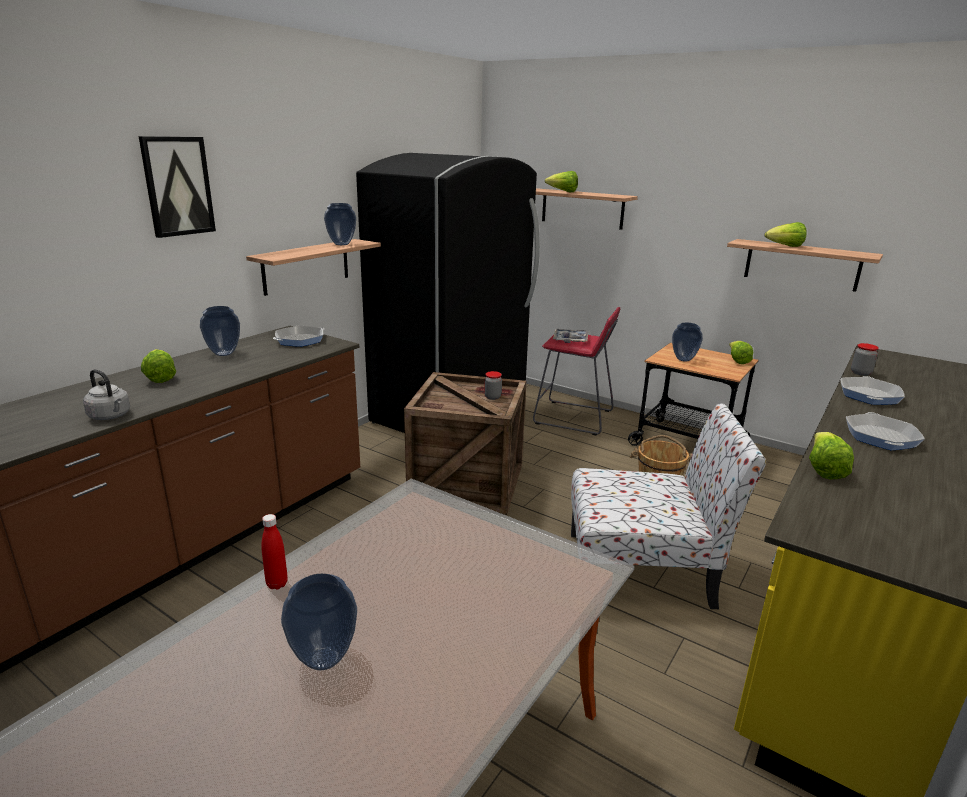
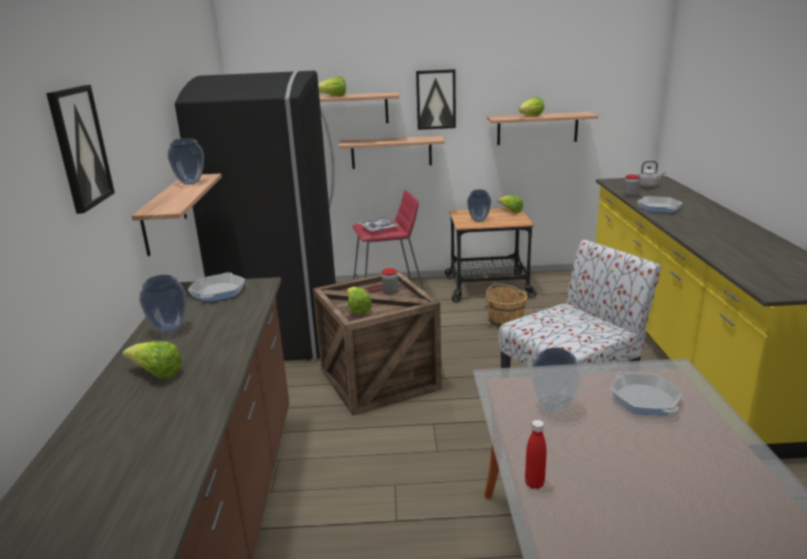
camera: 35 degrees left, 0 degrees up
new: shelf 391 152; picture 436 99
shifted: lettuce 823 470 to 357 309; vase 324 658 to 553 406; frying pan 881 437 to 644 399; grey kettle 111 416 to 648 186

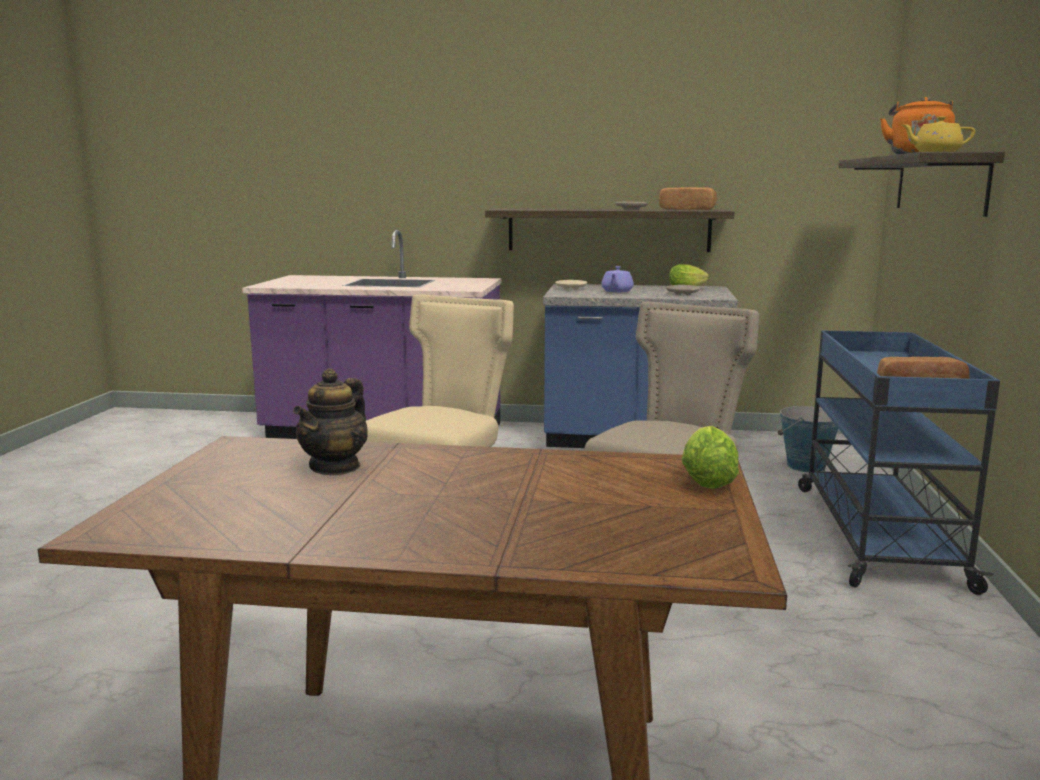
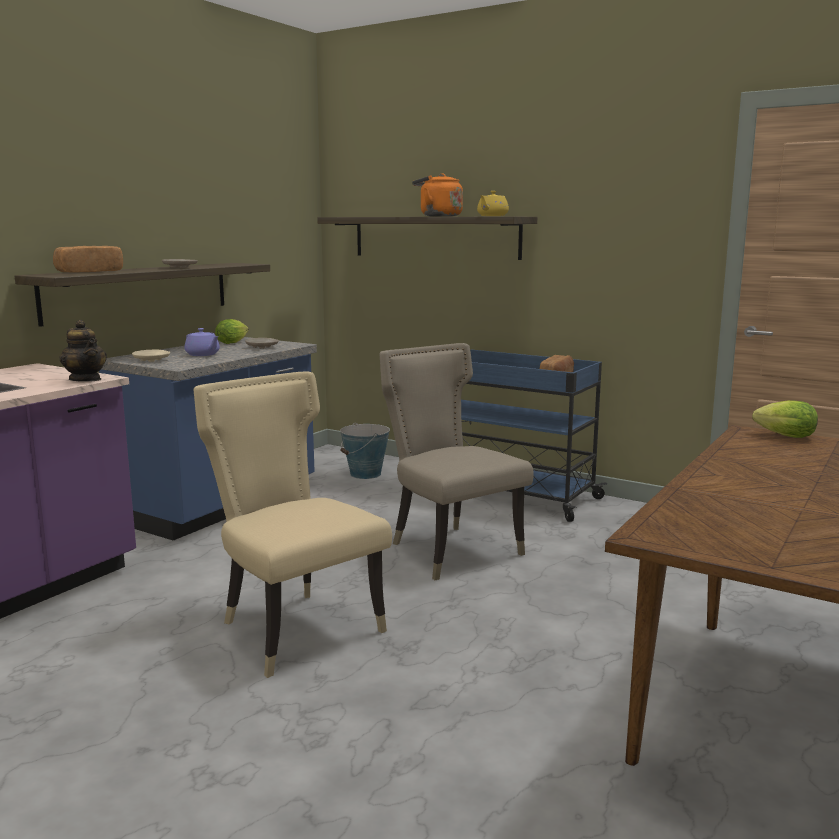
camera: 65 degrees left, 0 degrees up
shifted: bread 687 209 to 89 272; teapot 335 467 to 85 380

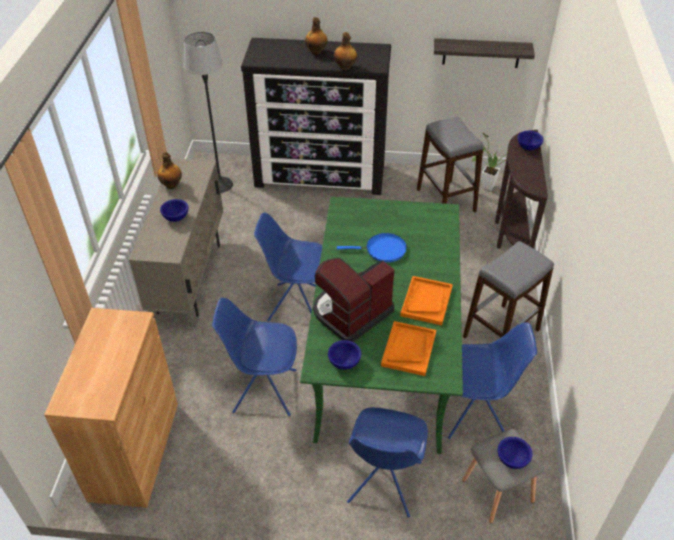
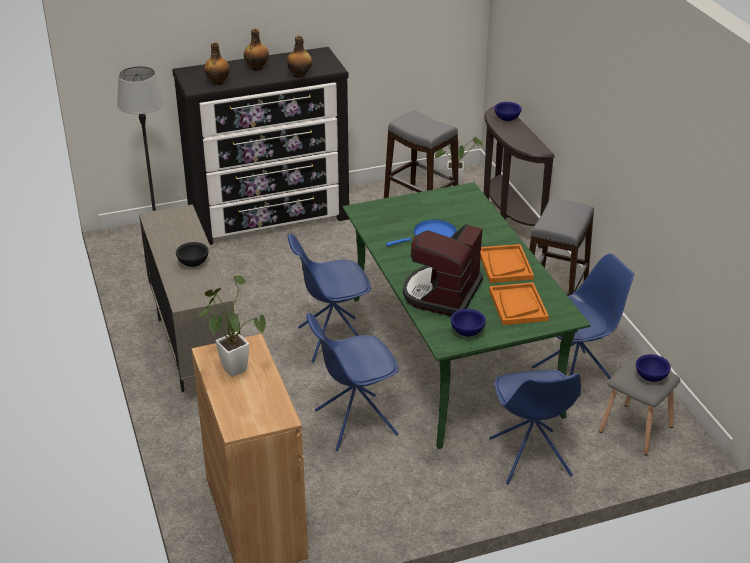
camera: 25 degrees left, 10 degrees down
gone: shelf 481 53
new: potted plant 232 367
shifted: bottle 172 185 to 218 82
repainted: blue bowl 176 218 to black bowl 193 264

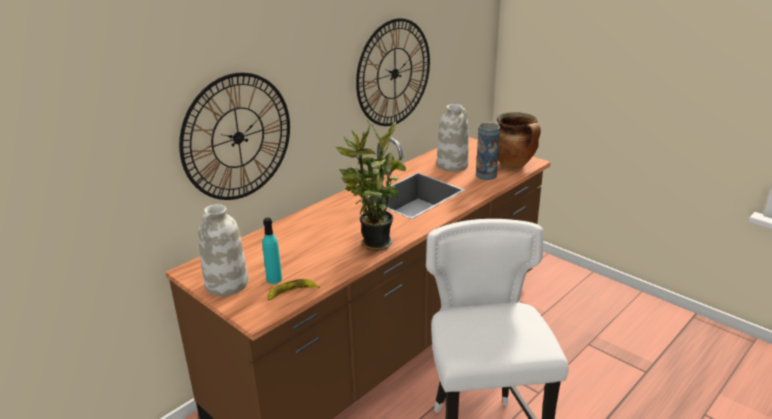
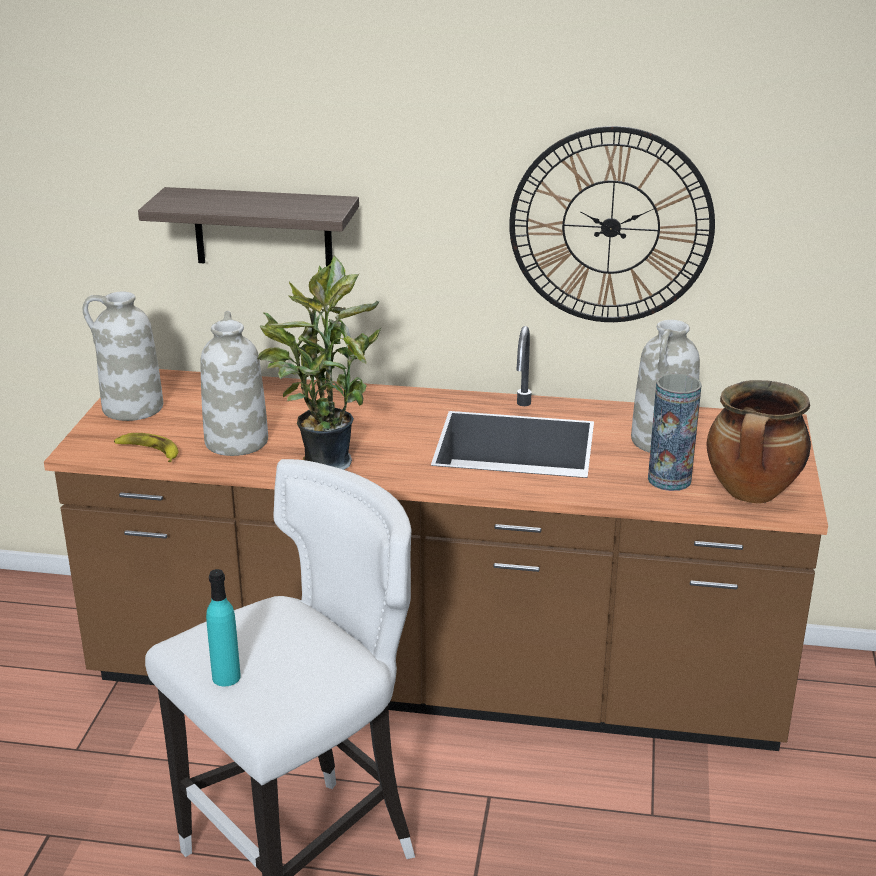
camera: 55 degrees right, 0 degrees up
new: white vase 235 441
shifted: turquoise bottle 274 279 to 226 677
swapped: wall clock 238 137 to shelf 263 229

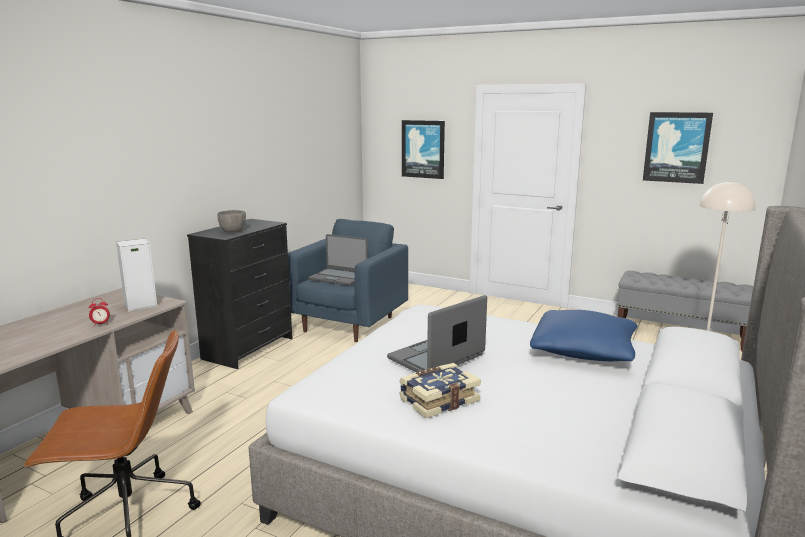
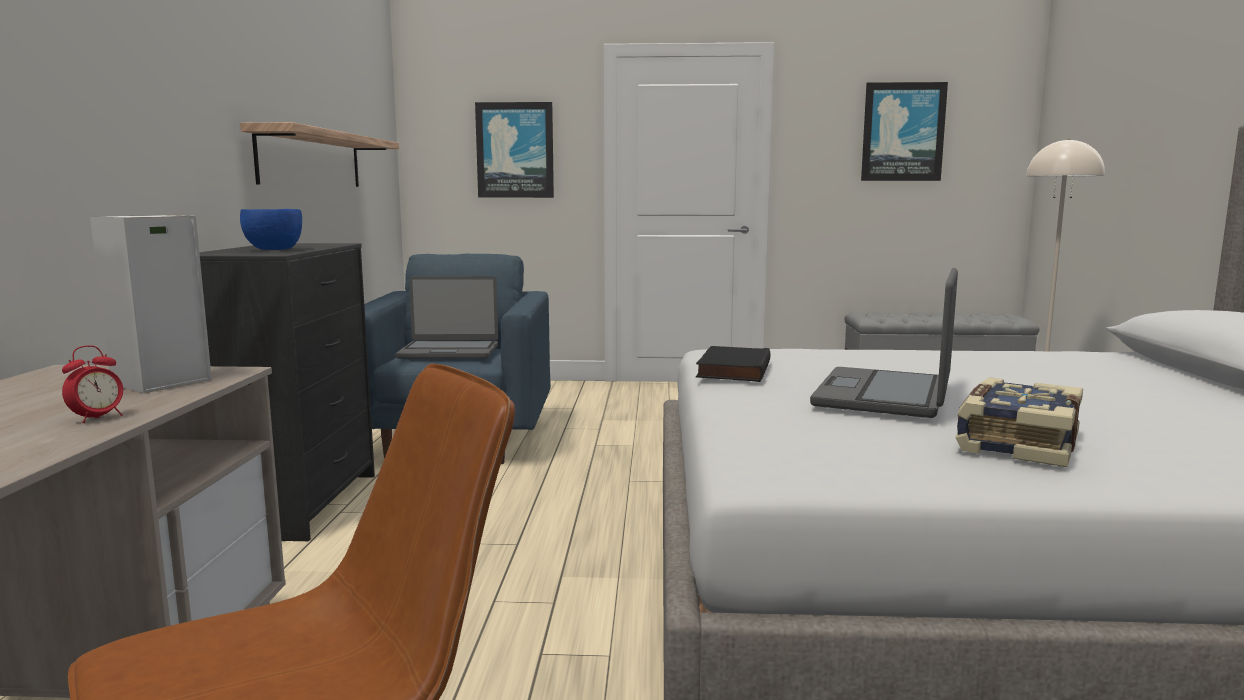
camera: 25 degrees left, 5 degrees down
gone: blue pillow 583 351
new: shelf 312 160; black book 731 369
repainted: grey bowl 232 231 to blue bowl 274 250

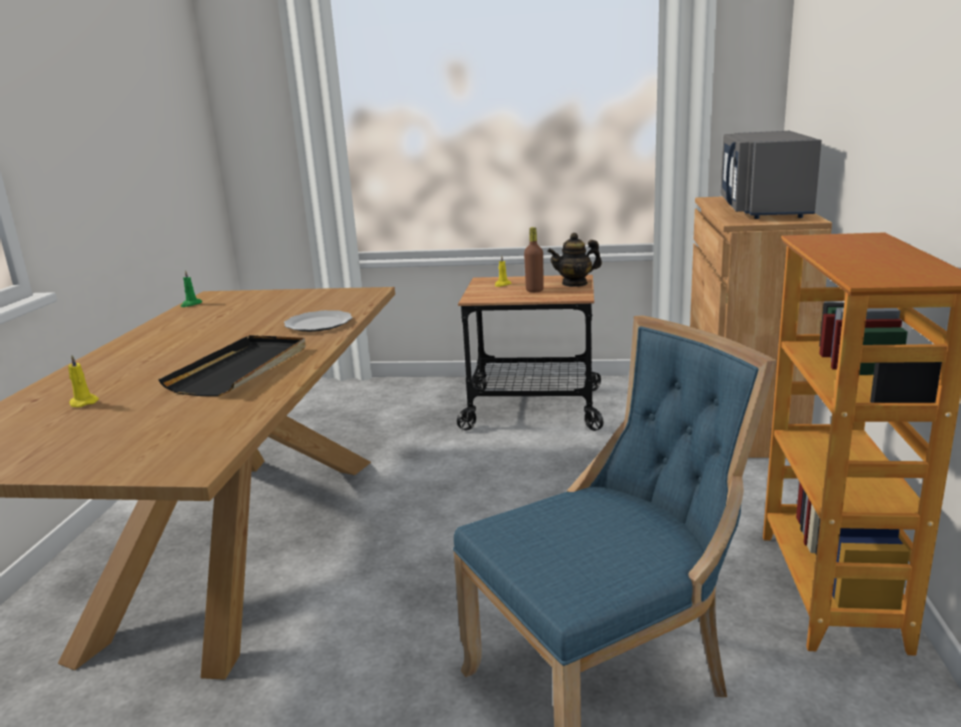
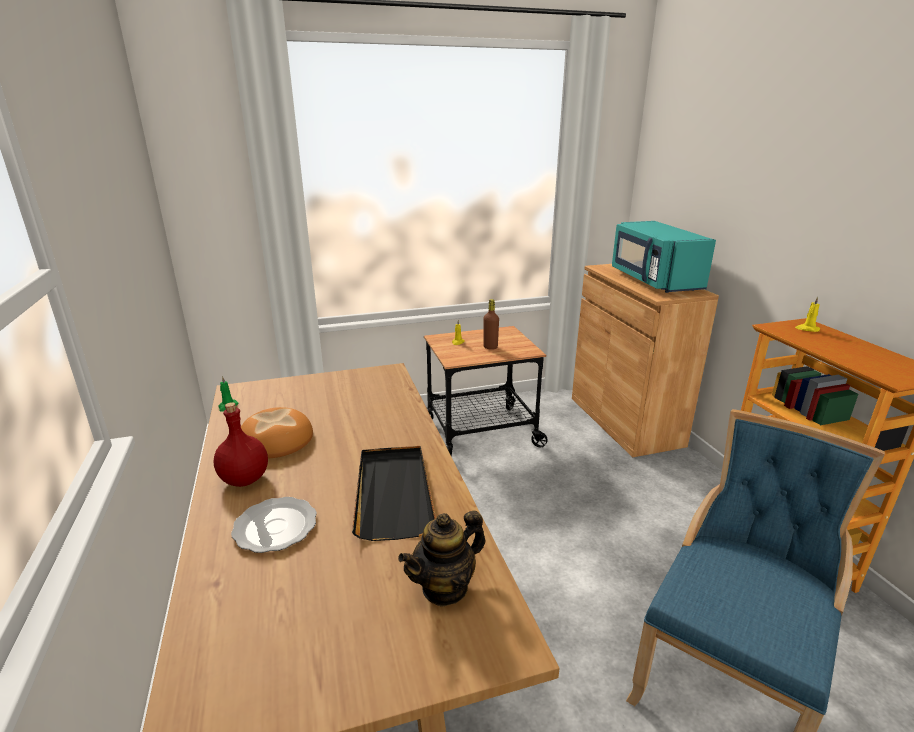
camera: 25 degrees left, 5 degrees up
new: red bottle 244 479; bread 275 439
shifted: plate 318 324 to 275 528; teapot 575 283 to 445 587; yellow candle 83 402 to 807 329
repainted: grey microwave 762 209 to turquoise microwave 653 280

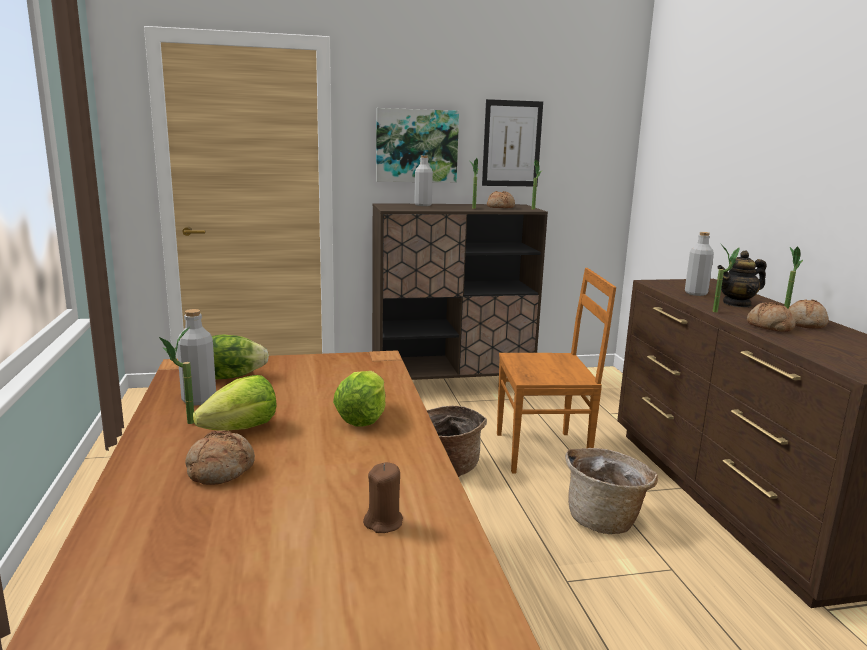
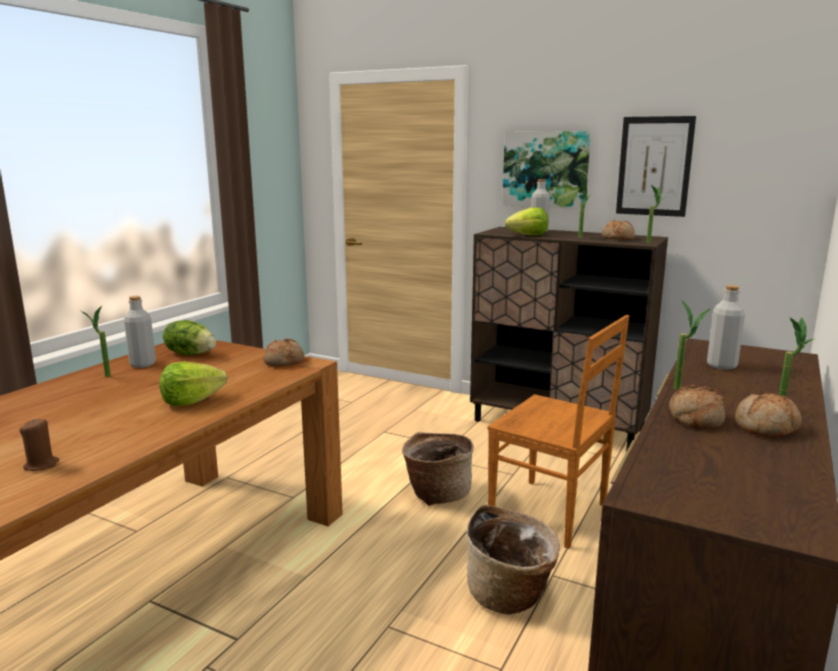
camera: 40 degrees right, 0 degrees up
gone: teapot 737 304
shifted: bread 220 469 to 284 361; lettuce 241 429 to 528 235

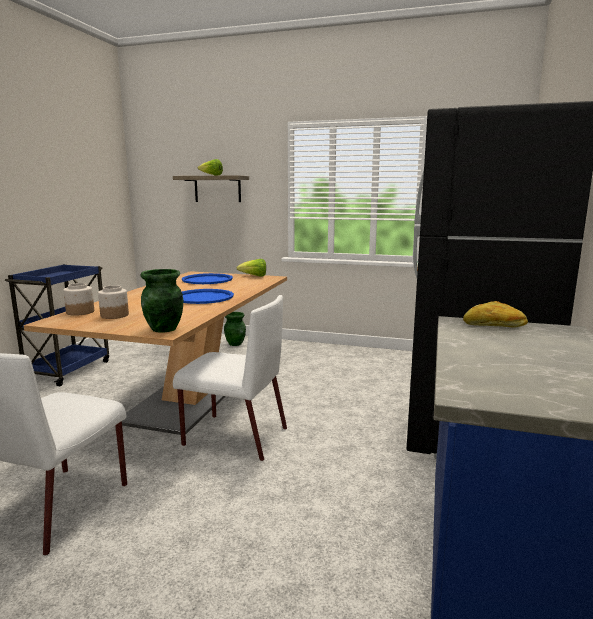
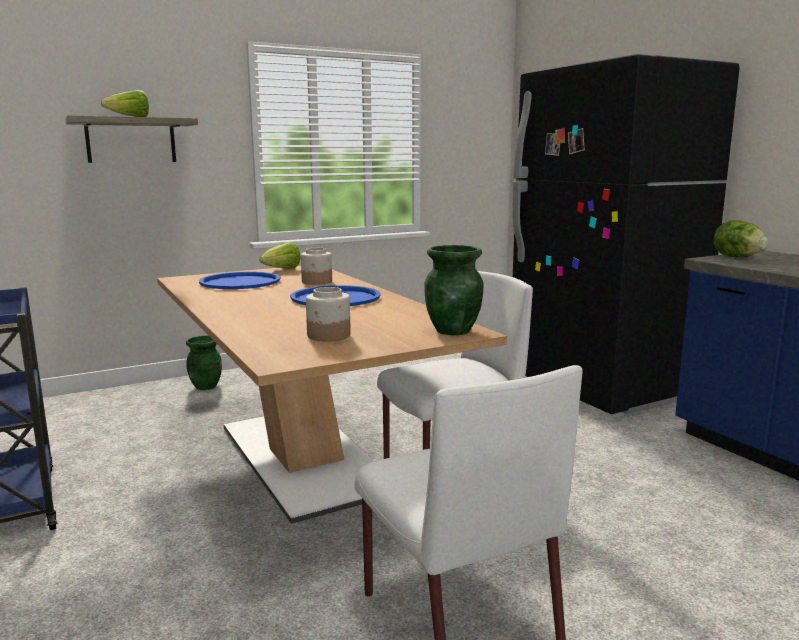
camera: 45 degrees left, 0 degrees up
shifted: jar 80 312 to 317 282
swapped: bread 494 326 to lettuce 737 257

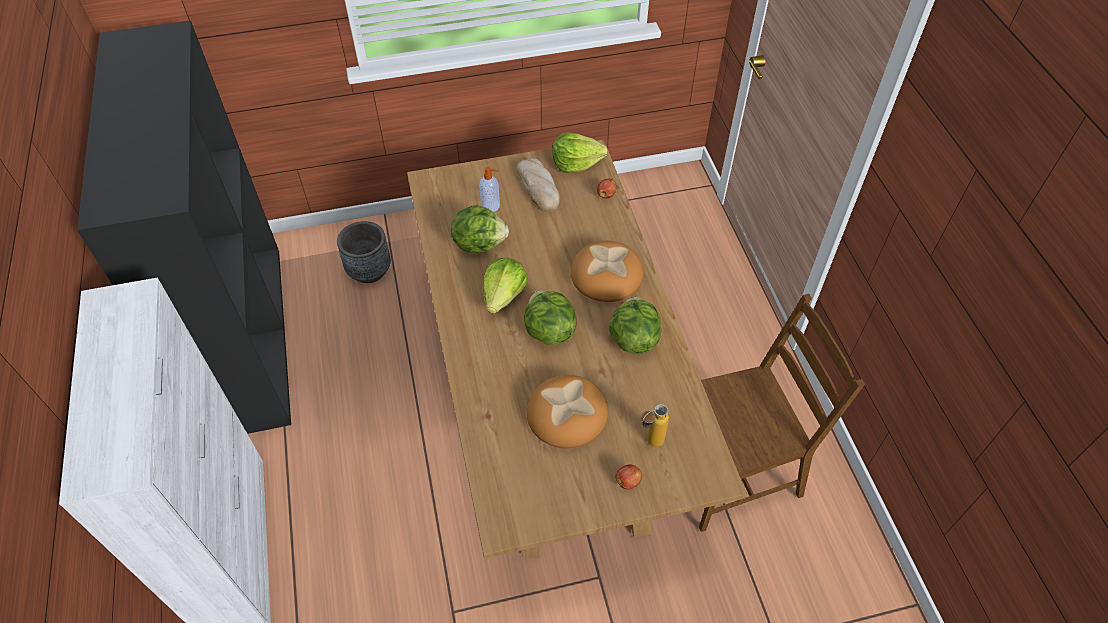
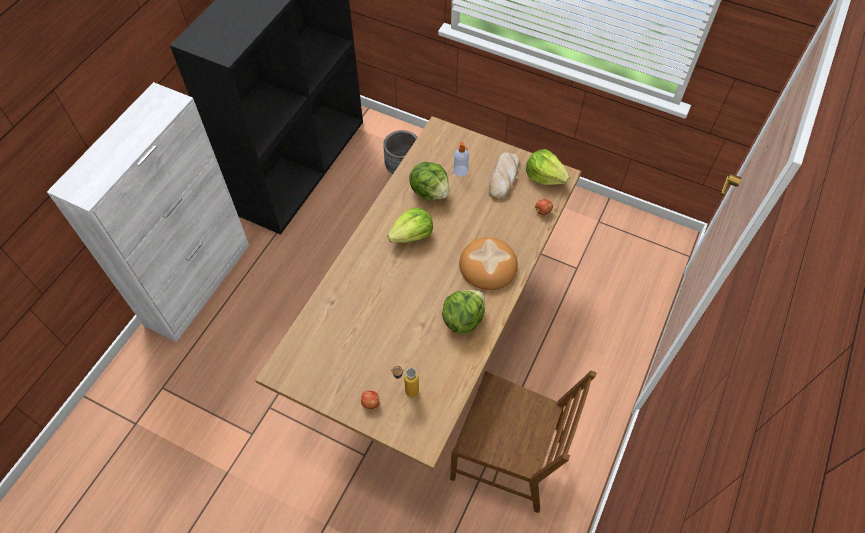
camera: 40 degrees right, 5 degrees up
gone: lettuce 549 331; bread 568 413

